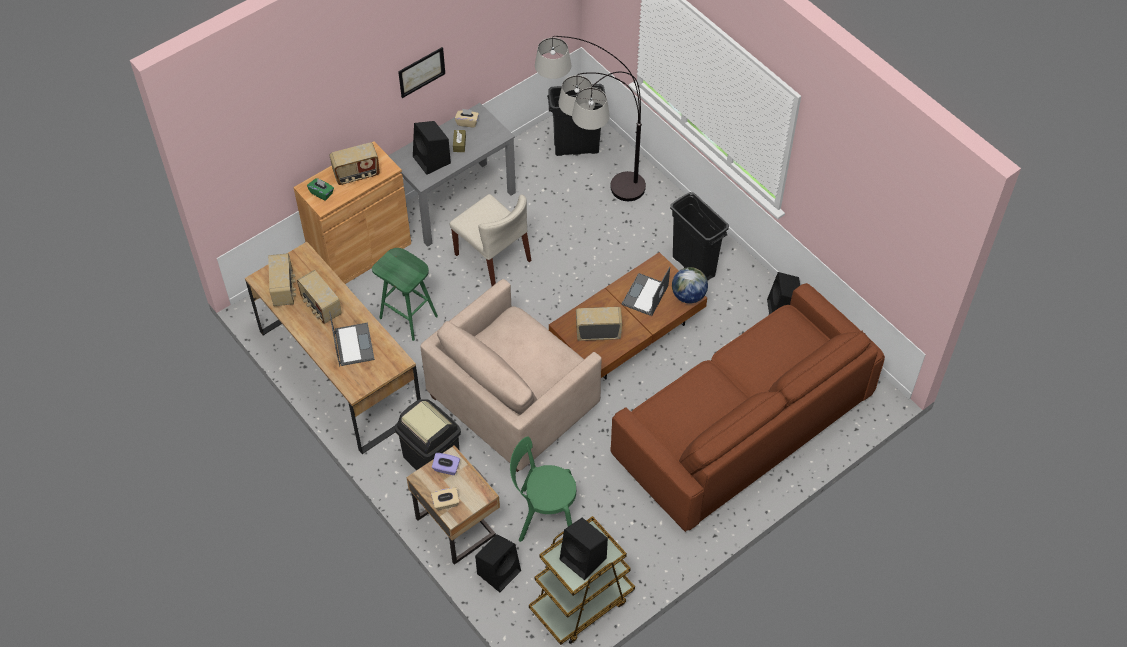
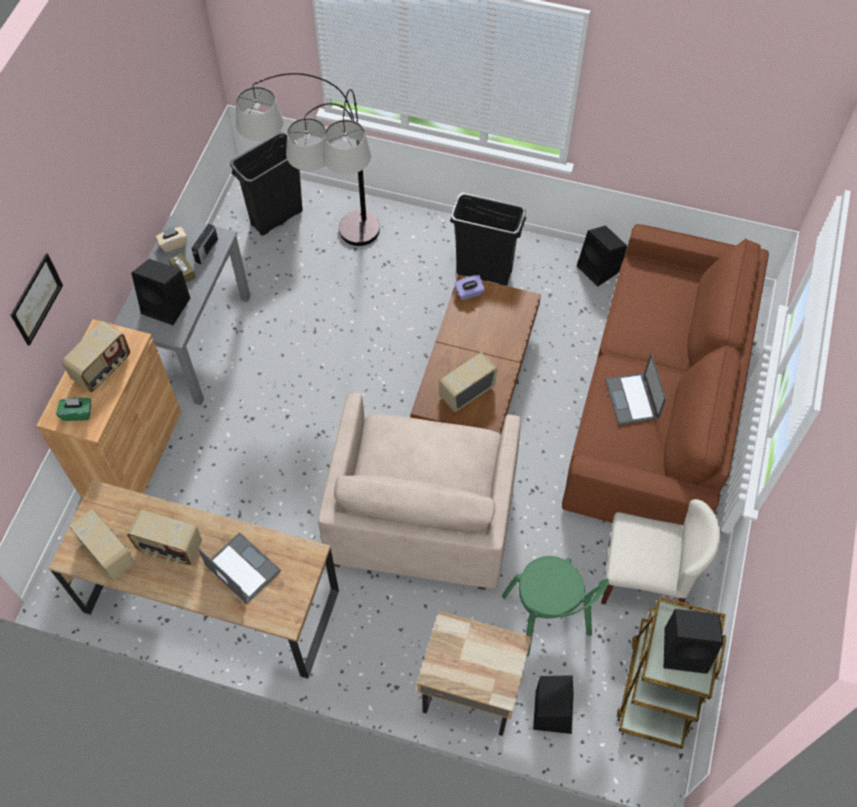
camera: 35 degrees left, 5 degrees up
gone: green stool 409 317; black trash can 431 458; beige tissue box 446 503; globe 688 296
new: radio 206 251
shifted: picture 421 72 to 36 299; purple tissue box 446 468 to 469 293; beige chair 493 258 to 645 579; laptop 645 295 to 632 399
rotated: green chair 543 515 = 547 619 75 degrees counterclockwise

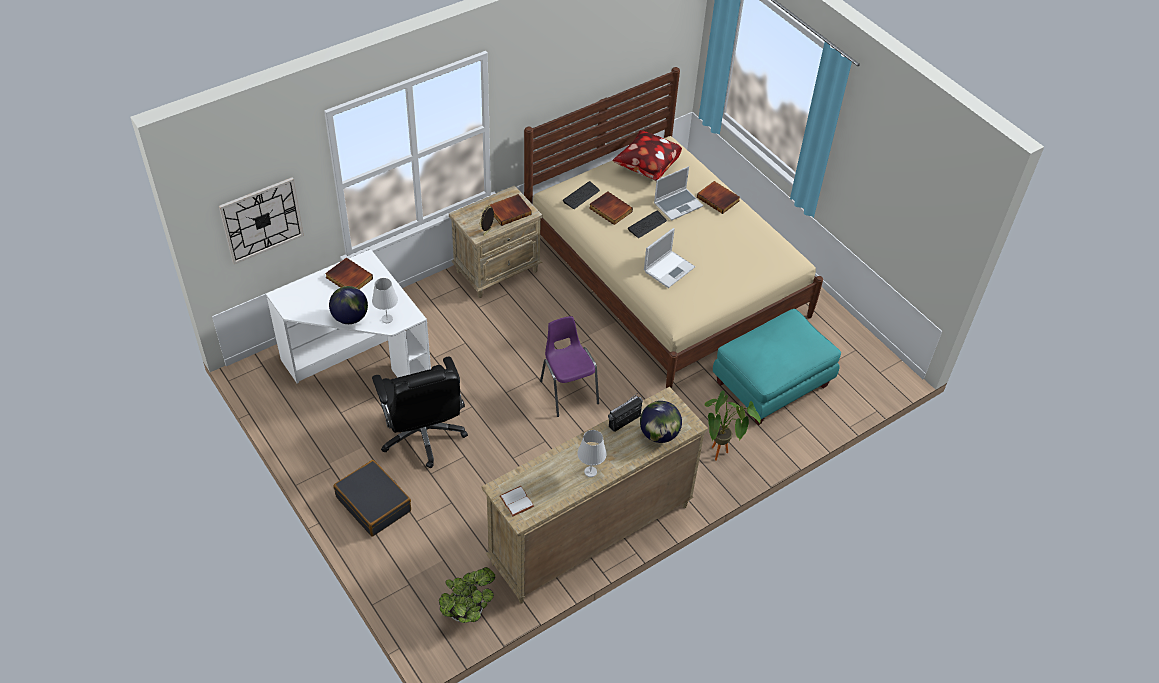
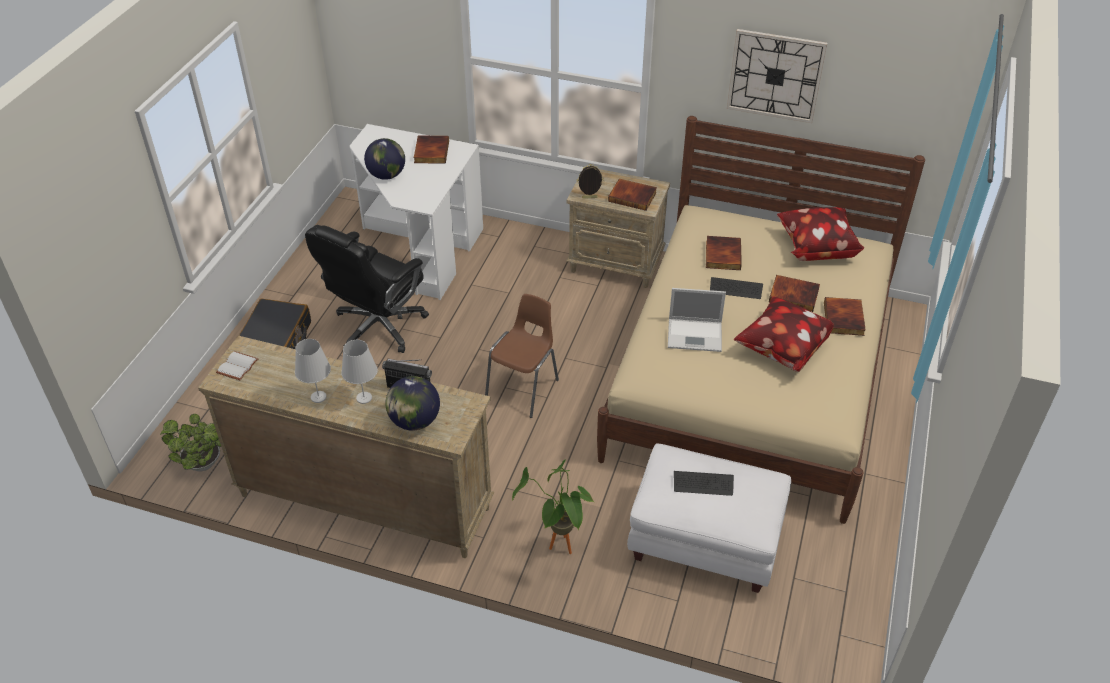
camera: 55 degrees right, 5 degrees down
new: pillow 780 349
shifted: white table lamp 387 319 to 364 398; keyboard 581 196 to 703 484; wall clock 262 220 to 775 75
swapped: laptop 678 204 to book 794 295
repainted: purple chair 568 391 to brown chair 524 388; turquoise ottoman 771 384 to white ottoman 706 540

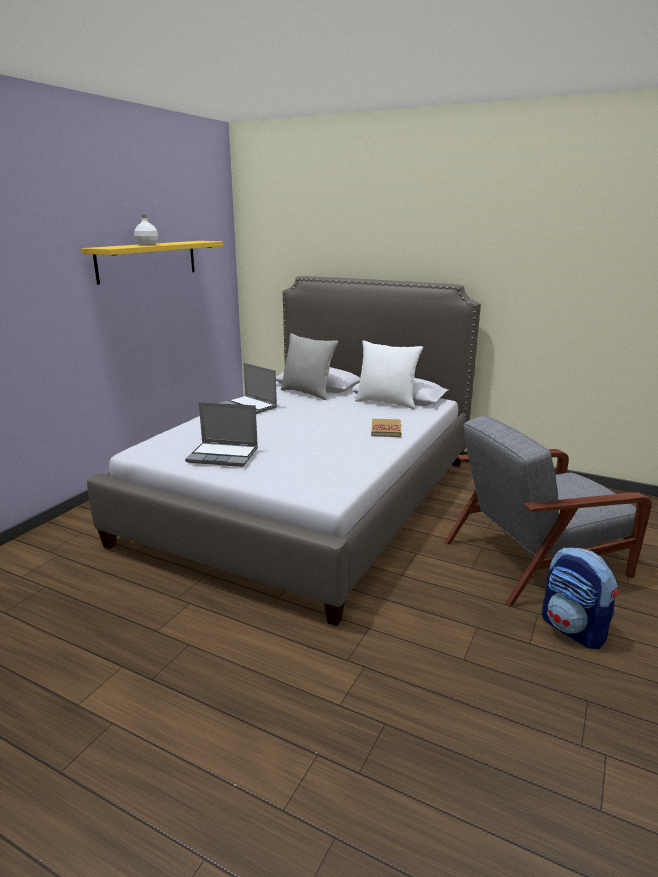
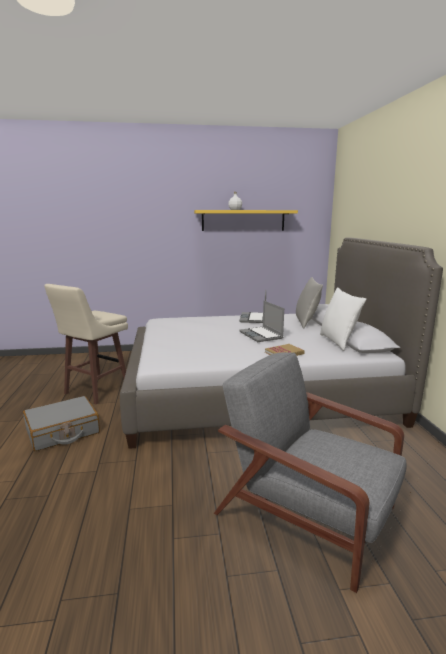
camera: 55 degrees right, 5 degrees down
gone: backpack 574 629
new: grey suitcase 63 432; beige stool 95 391
shifted: laptop 224 455 to 261 335

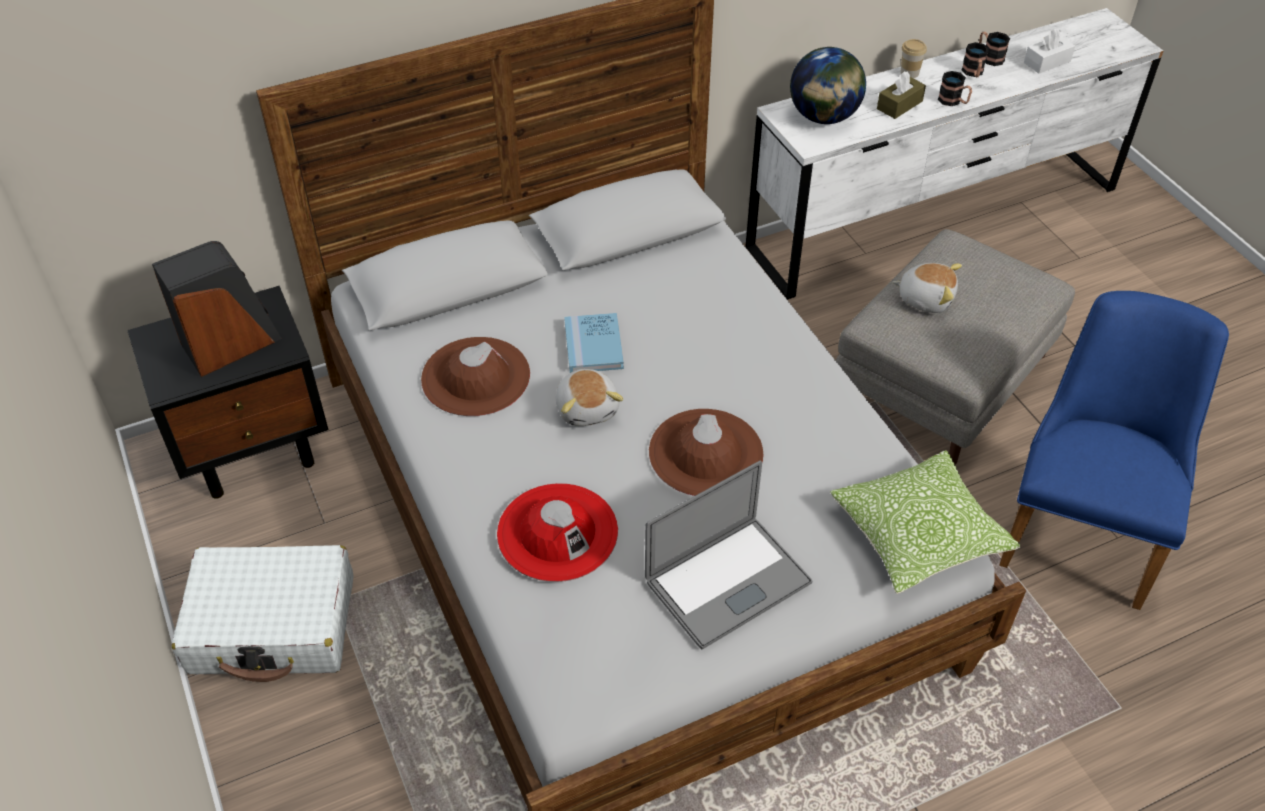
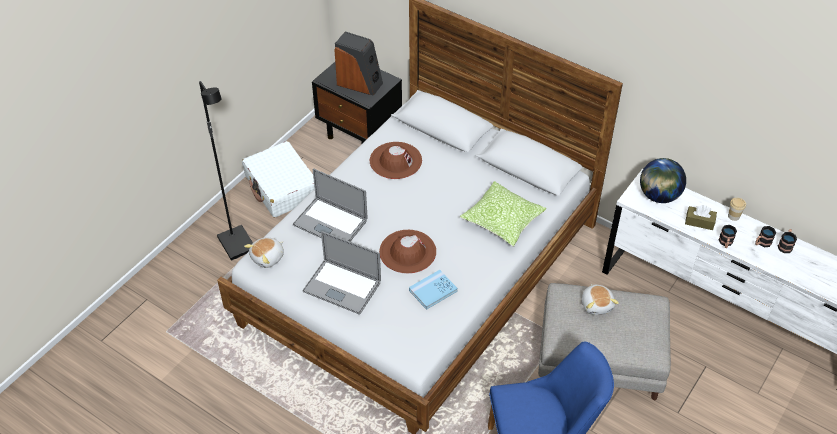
camera: 60 degrees right, 0 degrees up
gone: white tissue box 1047 62
new: black floor lamp 238 244
shifted: plush toy 588 408 to 268 258; blue book 593 345 to 433 291; pillow 919 534 to 502 220
swapped: red hat 557 532 to laptop 330 222

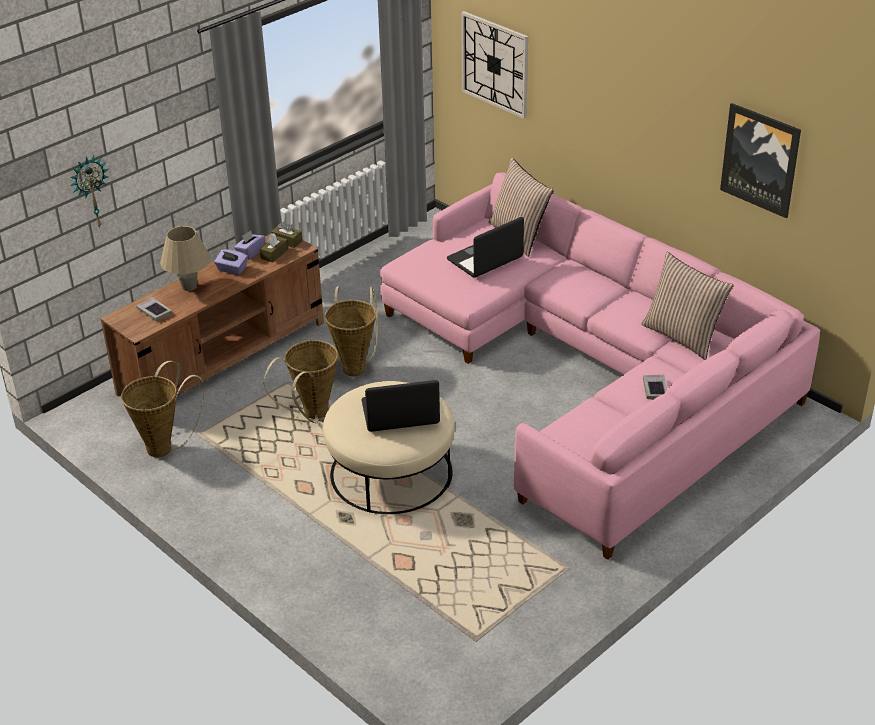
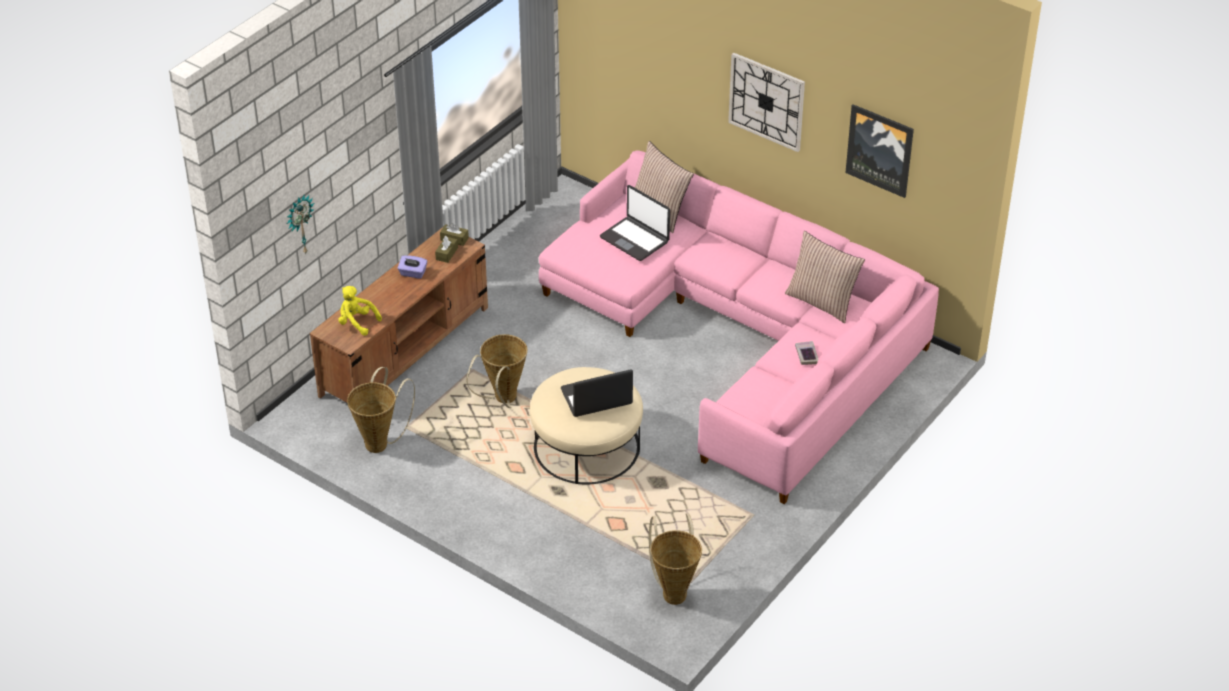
camera: 10 degrees left, 5 degrees up
gone: beige table lamp 189 286; purple tissue box 250 253
shifted: basket 355 366 to 674 591; wall clock 495 64 to 766 101
swapped: book 154 312 to yellow plush toy 357 322
rotated: laptop 485 259 = 635 239 90 degrees counterclockwise

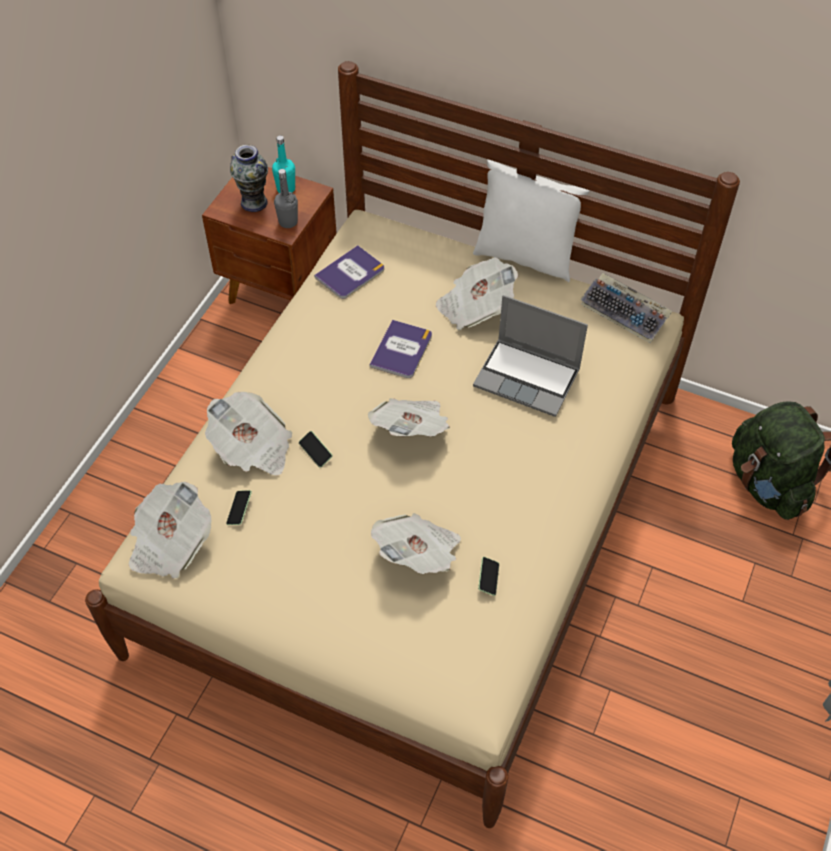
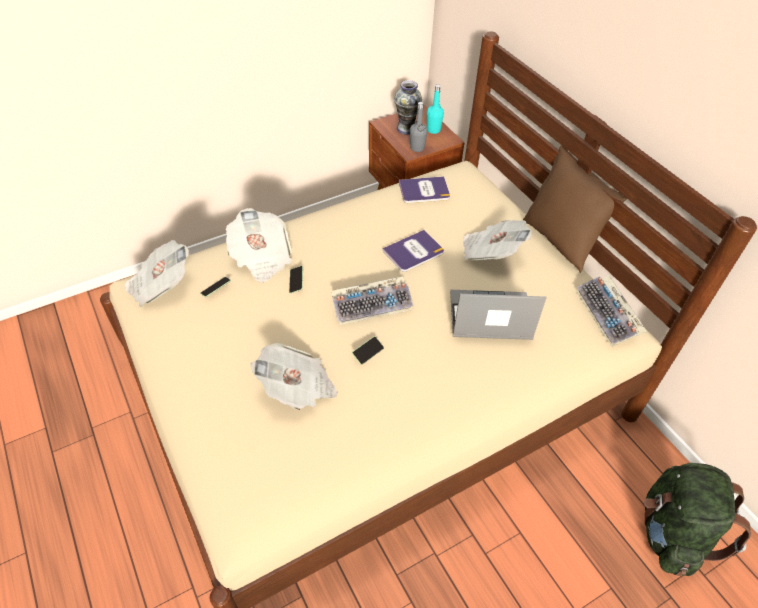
camera: 35 degrees right, 5 degrees down
shifted: phone 488 579 to 368 353
swapped: newspaper 412 429 to keyboard 372 304
repainted: white pillow 525 257 to brown pillow 560 240
rotated: laptop 528 378 = 488 318 120 degrees clockwise

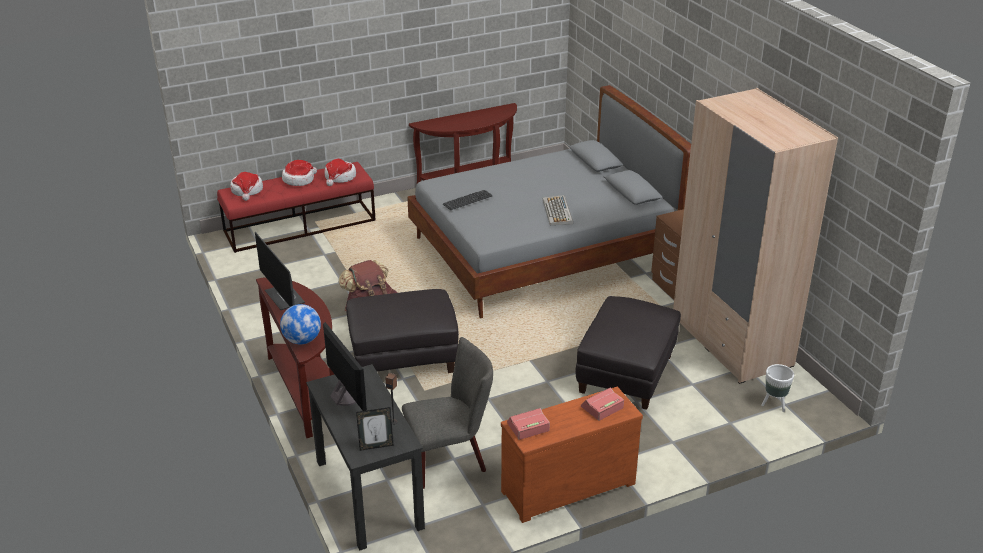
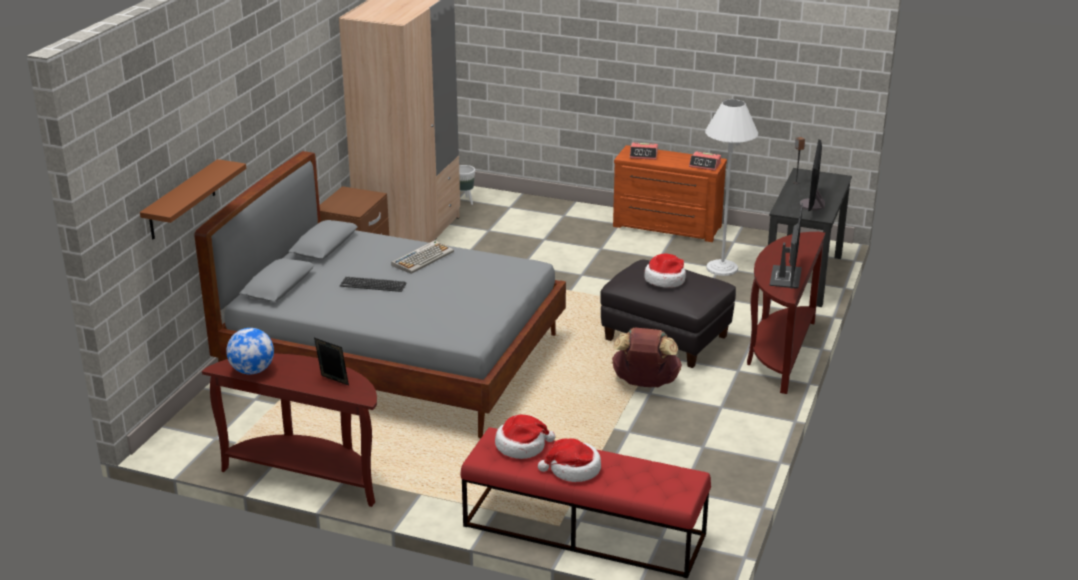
camera: 135 degrees left, 5 degrees down
gone: black ottoman 626 373
new: brown shelf 182 200
shifted: globe 302 340 to 252 371; picture frame 376 446 to 333 381; keyboard 467 200 to 373 285; hat 247 191 to 665 280
swapped: grey chair 450 459 to white floor lamp 722 268

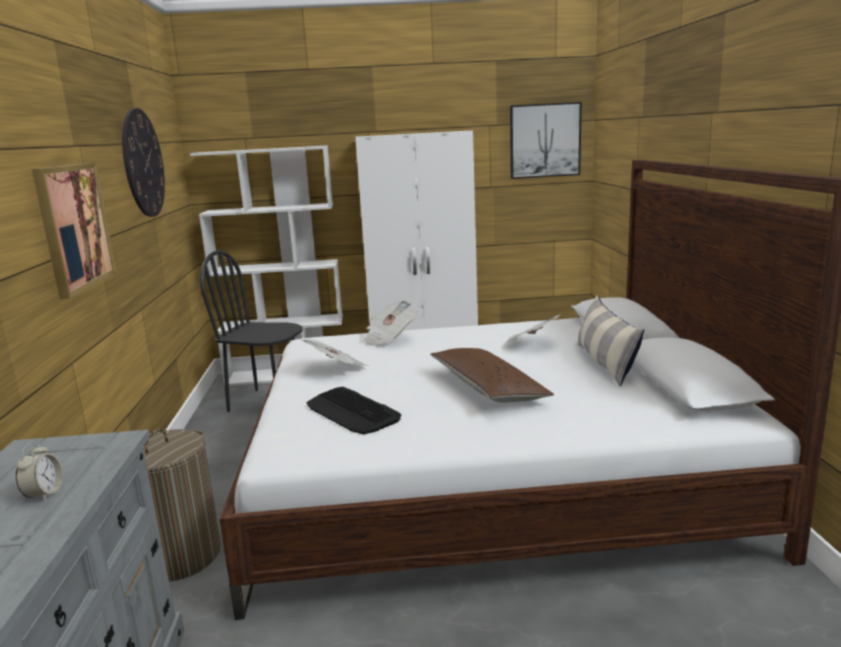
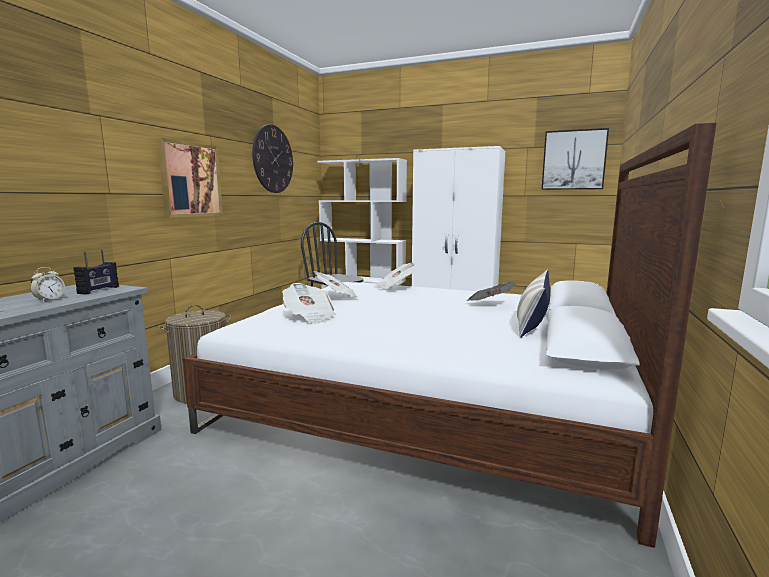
camera: 25 degrees right, 5 degrees down
gone: brown pillow 488 388
new: radio 99 290
swapped: keyboard 352 412 to newspaper 309 317

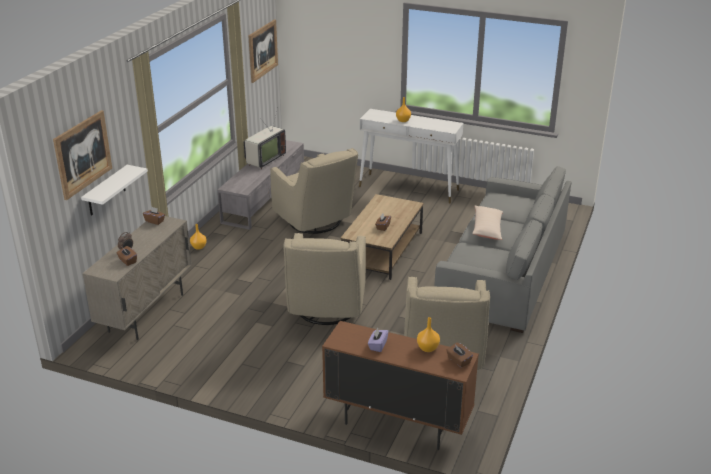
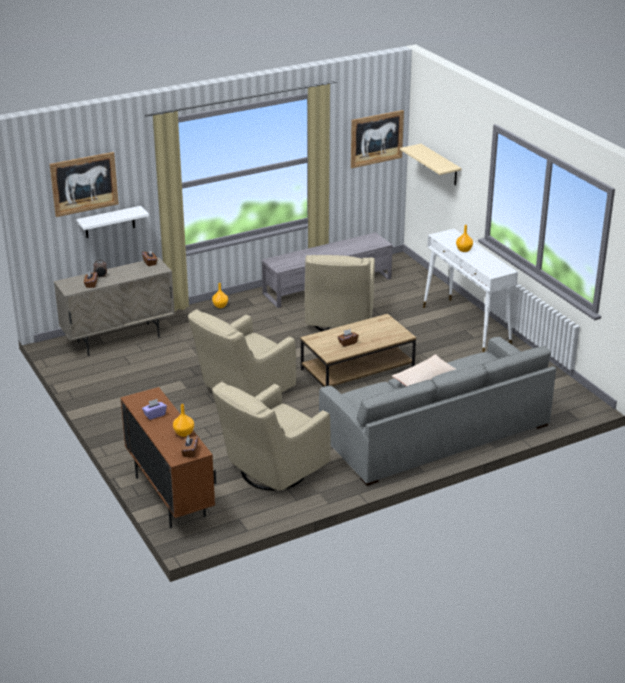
camera: 40 degrees right, 0 degrees up
gone: television 264 160
new: beige shelf 440 165

